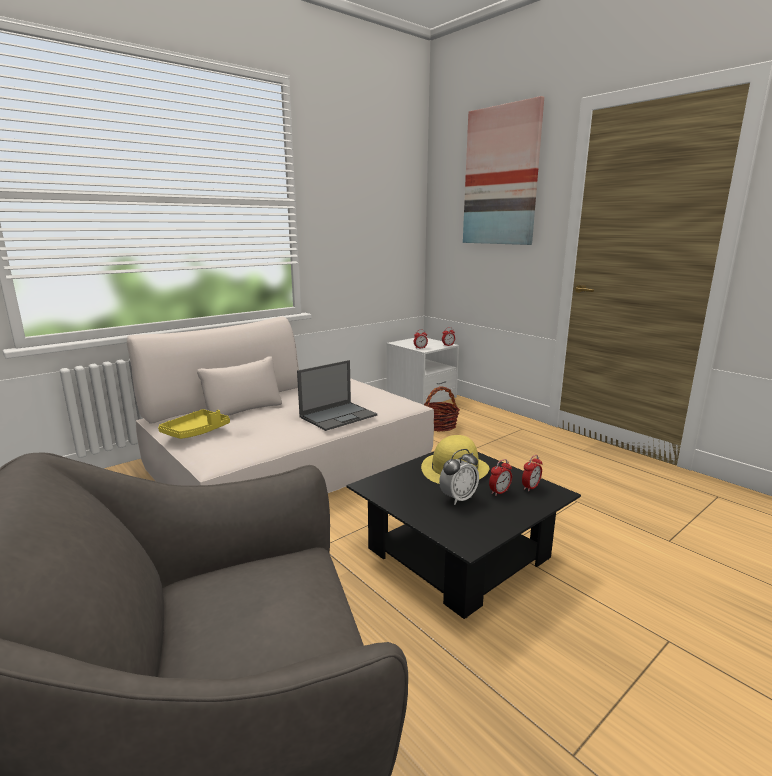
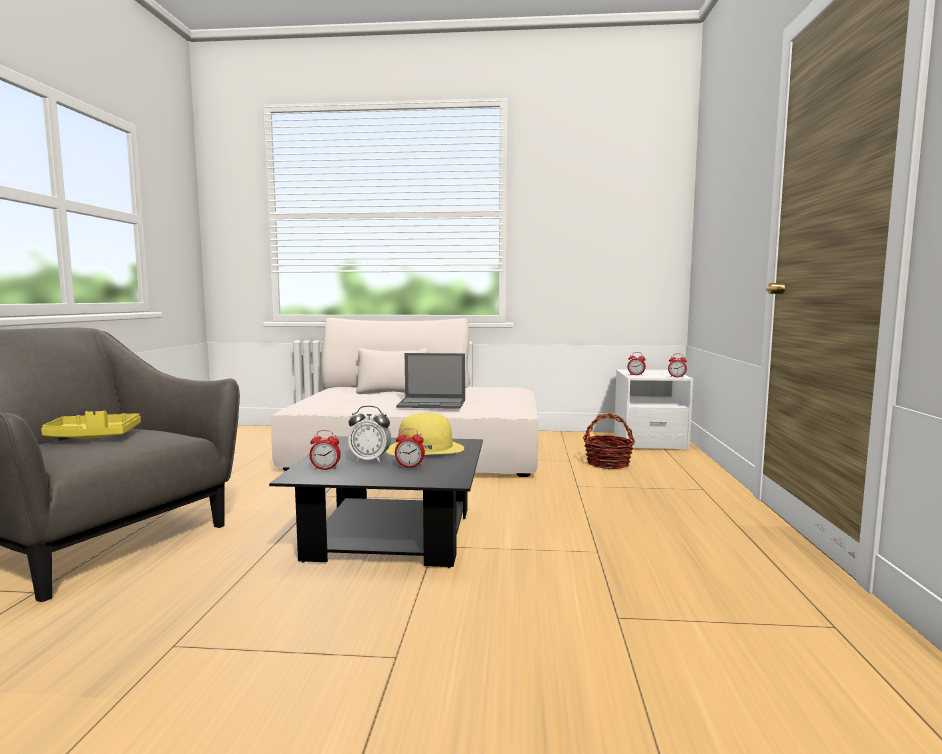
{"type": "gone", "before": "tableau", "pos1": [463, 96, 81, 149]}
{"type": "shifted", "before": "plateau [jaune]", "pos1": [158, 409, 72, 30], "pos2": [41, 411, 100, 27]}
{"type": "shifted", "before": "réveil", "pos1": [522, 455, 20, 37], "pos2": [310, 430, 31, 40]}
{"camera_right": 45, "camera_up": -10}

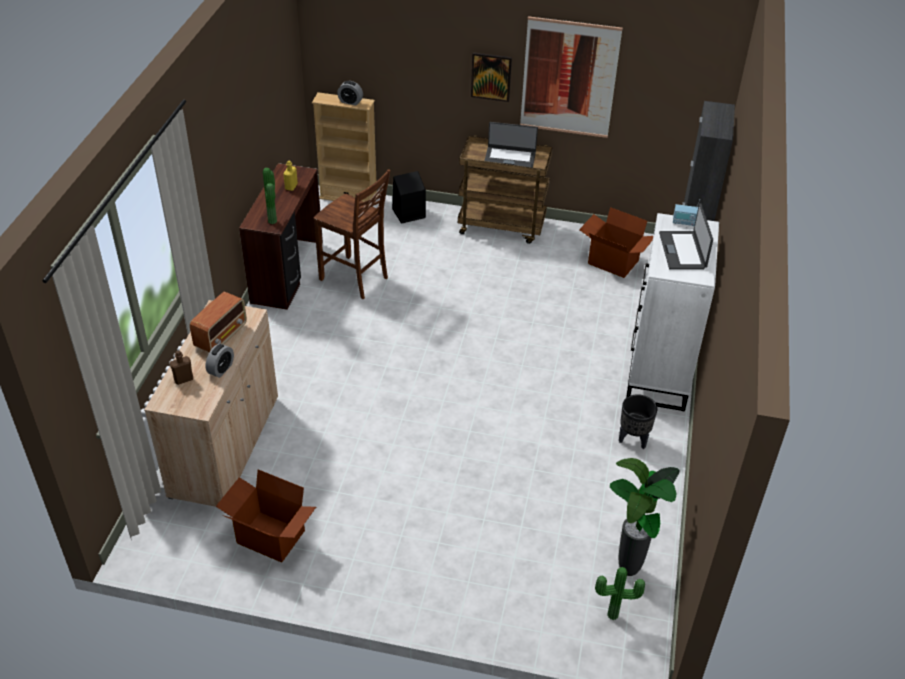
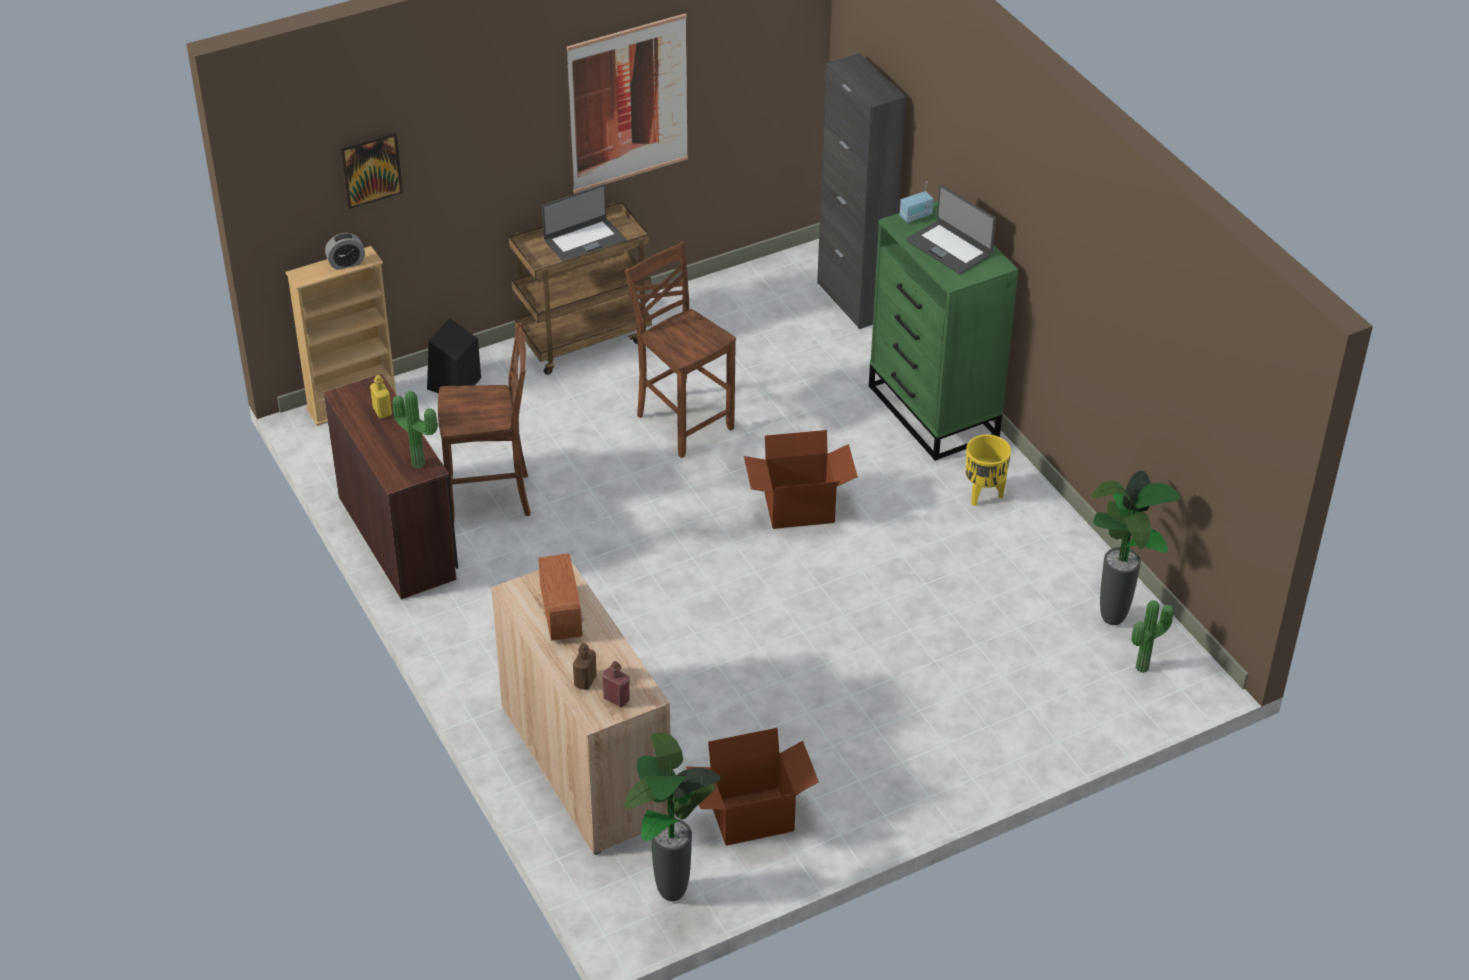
{"type": "gone", "before": "réveil", "pos1": [205, 344, 29, 34]}
{"type": "new", "after": "bouteille [rouge]", "pos2": [602, 661, 28, 46]}
{"type": "new", "after": "plante en pot", "pos2": [624, 733, 97, 168]}
{"type": "new", "after": "chaise [marron]", "pos2": [625, 241, 111, 217]}
{"type": "shifted", "before": "tableau", "pos1": [471, 52, 41, 50], "pos2": [340, 131, 63, 78]}
{"type": "shifted", "before": "carton", "pos1": [579, 207, 74, 71], "pos2": [744, 430, 114, 99]}
{"type": "repainted", "before": "cache-pot [noir]", "after": "cache-pot [jaune]", "pos1": [619, 394, 38, 55], "pos2": [966, 435, 45, 71]}
{"type": "repainted", "before": "commode [blanc]", "after": "commode [vert]", "pos1": [626, 213, 93, 199], "pos2": [869, 201, 150, 260]}
{"camera_right": -40, "camera_up": 0}

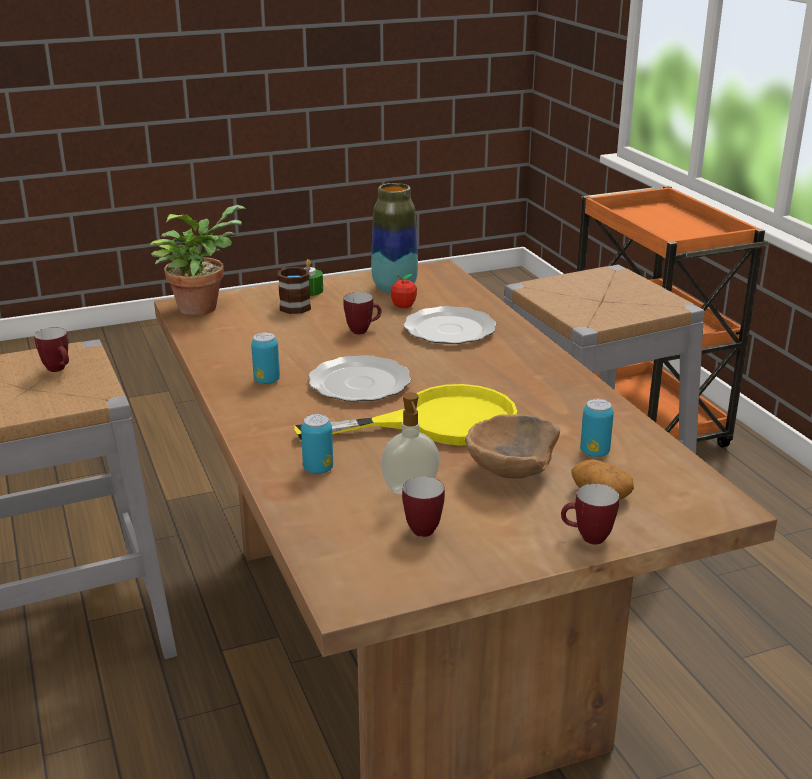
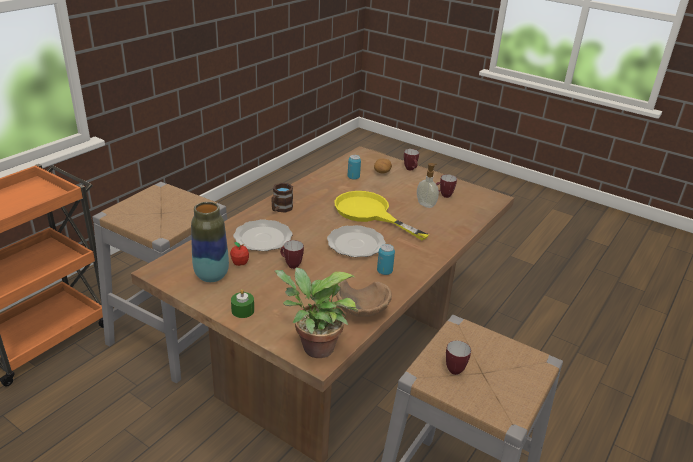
{"type": "gone", "before": "boîte métallique", "pos1": [301, 414, 32, 60]}
{"type": "shifted", "before": "mug [marron]", "pos1": [278, 267, 33, 47], "pos2": [271, 183, 22, 30]}
{"type": "shifted", "before": "bol [marron]", "pos1": [465, 414, 95, 64], "pos2": [336, 280, 56, 37]}
{"camera_right": -125, "camera_up": 5}

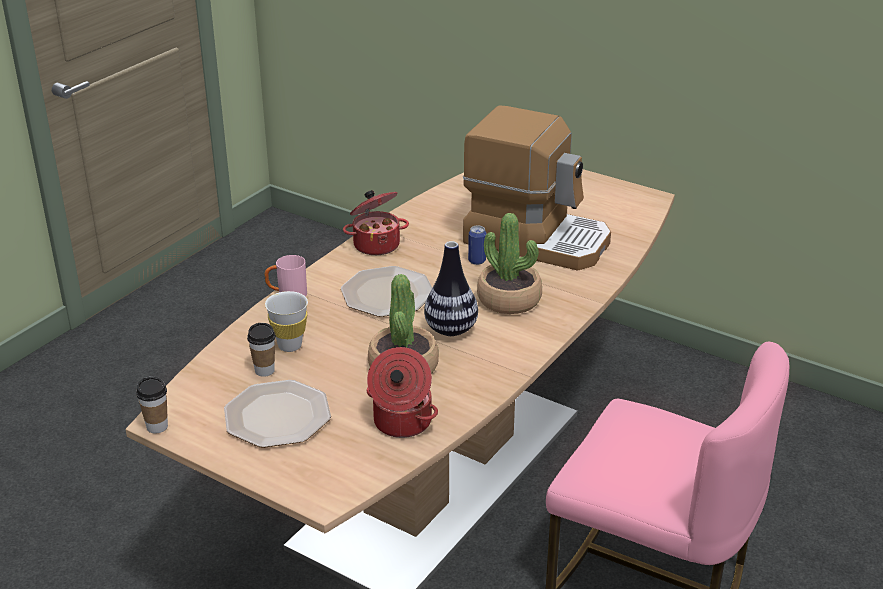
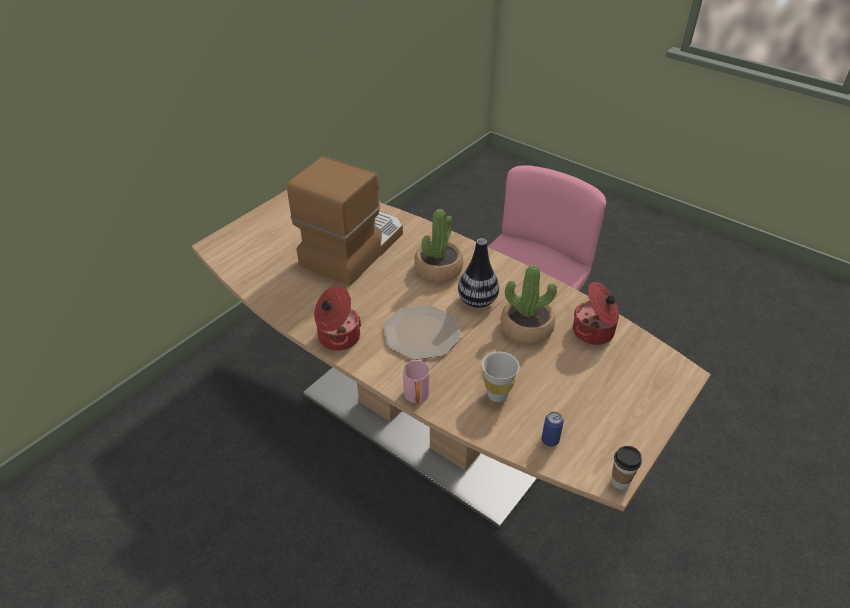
{"type": "gone", "before": "assiette", "pos1": [224, 380, 107, 68]}
{"type": "gone", "before": "tasse", "pos1": [247, 323, 29, 54]}
{"type": "shifted", "before": "boîte métallique", "pos1": [468, 225, 19, 40], "pos2": [542, 411, 22, 36]}
{"camera_right": -85, "camera_up": 10}

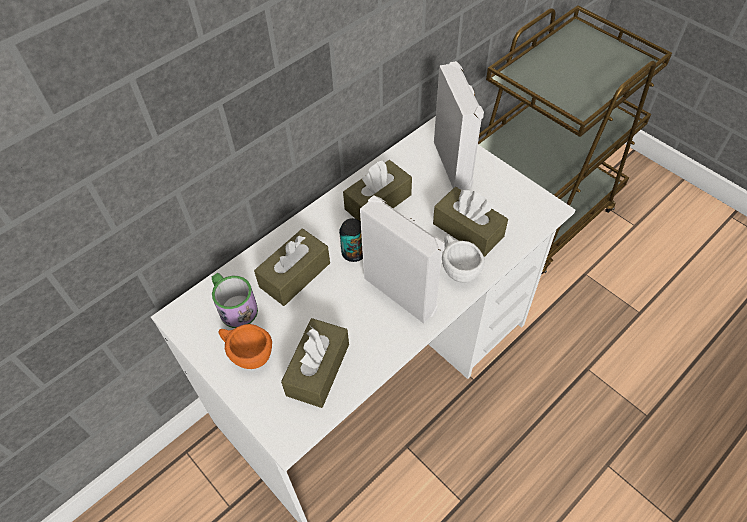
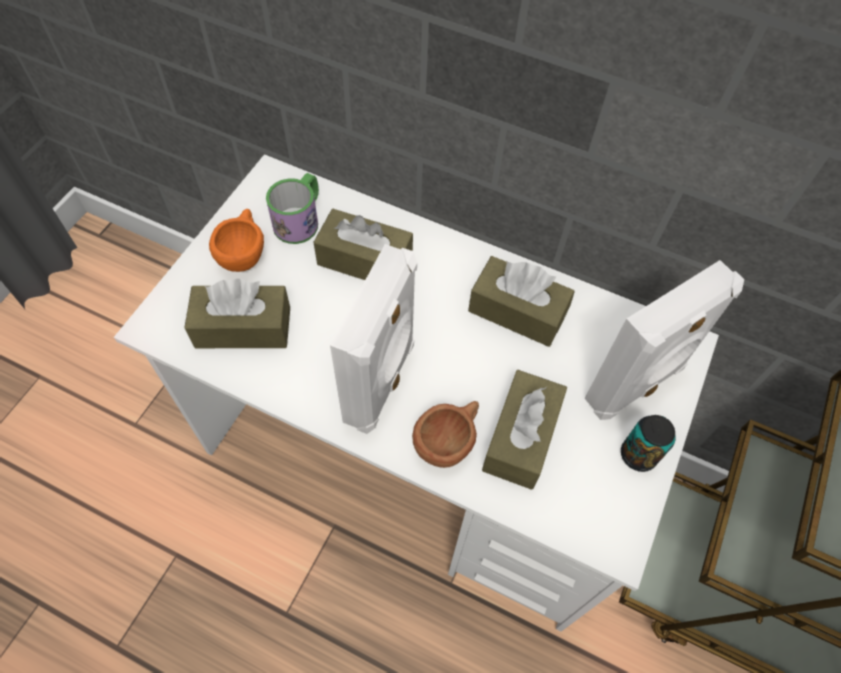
{"type": "shifted", "before": "boîte métallique", "pos1": [339, 218, 24, 44], "pos2": [621, 415, 55, 57]}
{"type": "repainted", "before": "tasse [blanc]", "after": "tasse [marron]", "pos1": [442, 235, 43, 48], "pos2": [412, 401, 67, 67]}
{"camera_right": 65, "camera_up": 5}

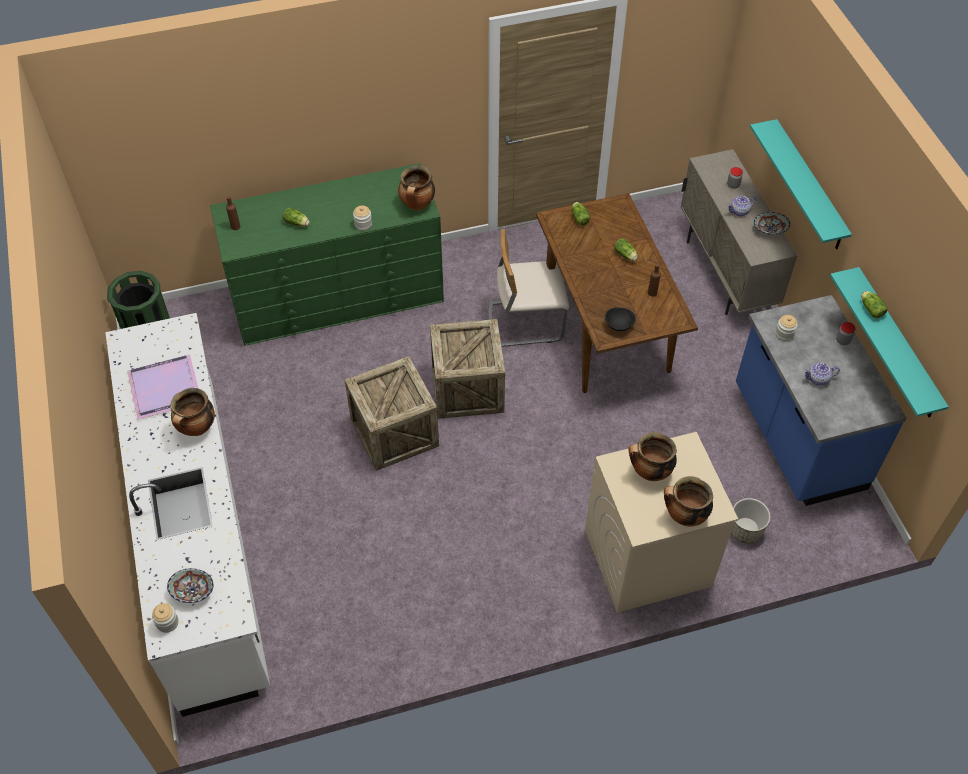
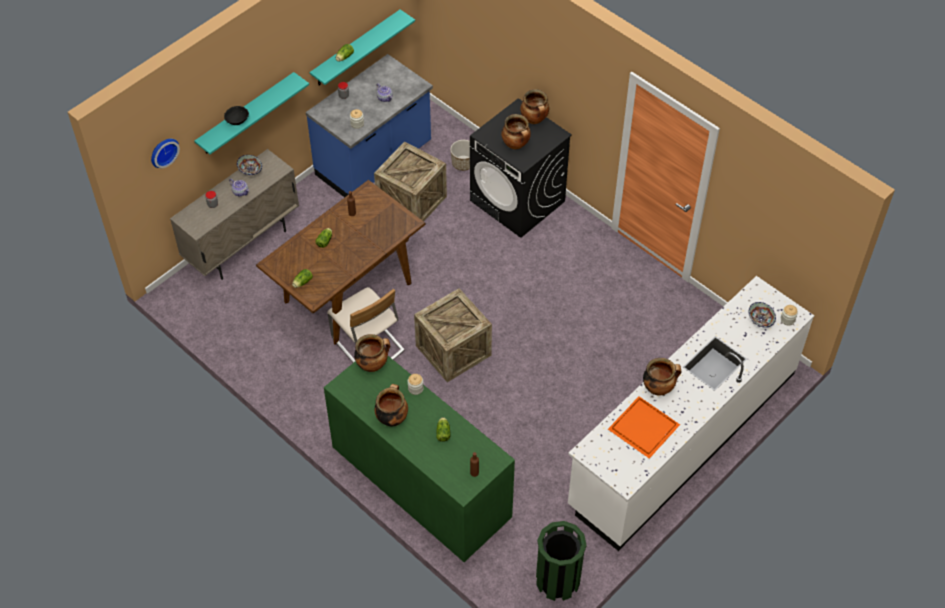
{"type": "new", "after": "horloge murale", "pos2": [151, 139, 29, 29]}
{"type": "new", "after": "marmite", "pos2": [375, 384, 33, 42]}
{"type": "shifted", "before": "caisse", "pos1": [345, 356, 94, 115], "pos2": [374, 142, 73, 79]}
{"type": "shifted", "before": "bol [noir]", "pos1": [605, 307, 31, 24], "pos2": [224, 106, 25, 19]}
{"type": "repainted", "before": "plateau [violet]", "after": "plateau [orange]", "pos1": [127, 354, 72, 66], "pos2": [608, 396, 72, 63]}
{"type": "repainted", "before": "lave-linge [beige]", "after": "lave-linge [noir]", "pos1": [585, 432, 153, 181], "pos2": [470, 98, 102, 140]}
{"camera_right": -120, "camera_up": 0}

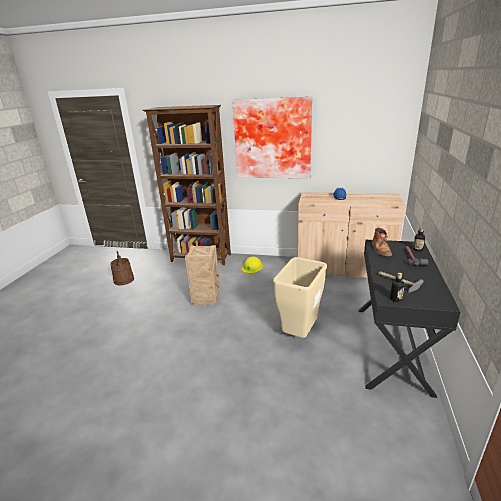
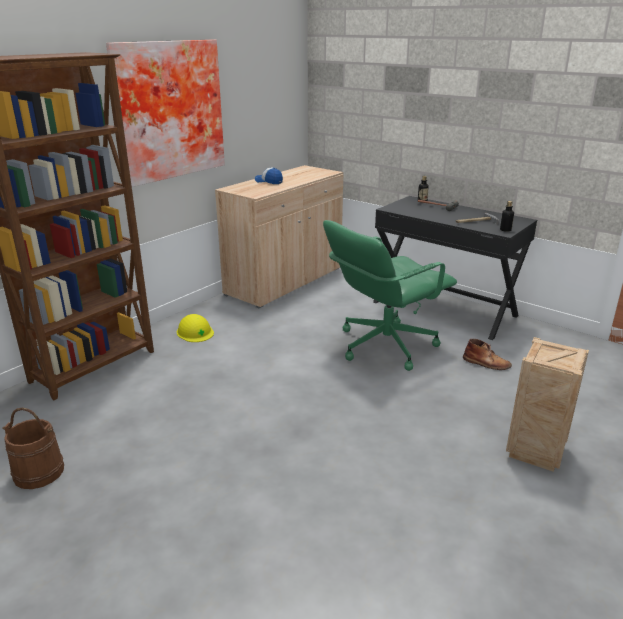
{"type": "shifted", "before": "caisse", "pos1": [185, 245, 35, 61], "pos2": [506, 337, 83, 135]}
{"type": "shifted", "before": "botte [marron]", "pos1": [372, 228, 20, 29], "pos2": [463, 339, 49, 31]}
{"type": "swapped", "before": "poubelle [beige]", "after": "chaise de bureau [vert]", "pos1": [273, 257, 54, 81], "pos2": [323, 220, 134, 151]}
{"camera_right": -65, "camera_up": 0}

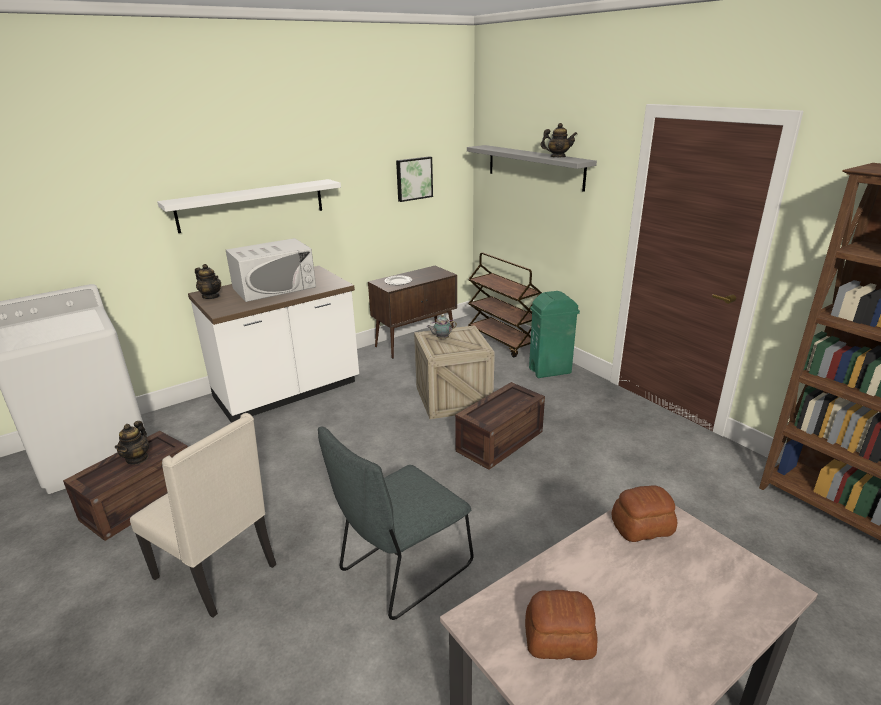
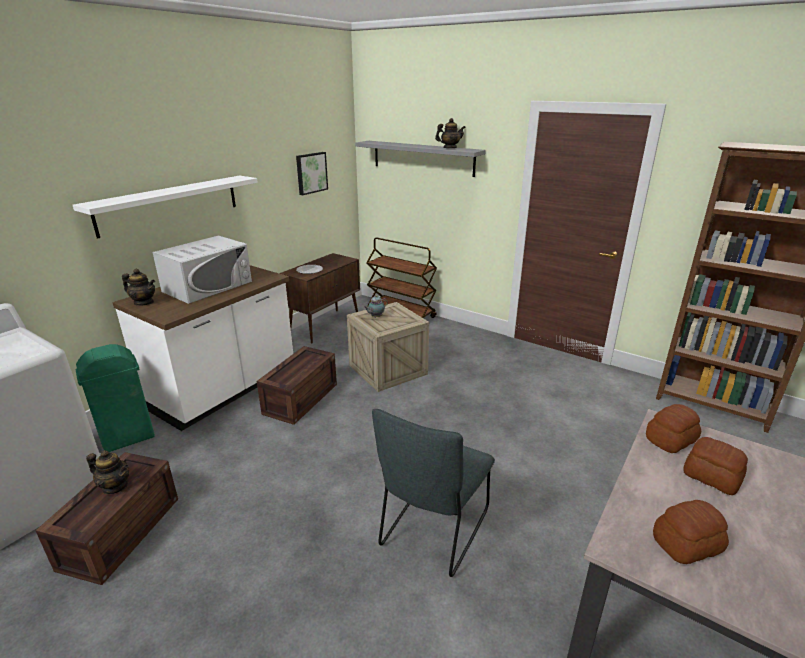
{"type": "gone", "before": "chaise [beige]", "pos1": [130, 413, 146, 205]}
{"type": "new", "after": "pain", "pos2": [683, 437, 65, 58]}
{"type": "shifted", "before": "caisse", "pos1": [455, 382, 90, 88], "pos2": [257, 346, 80, 79]}
{"type": "shifted", "before": "poubelle [vert]", "pos1": [529, 291, 51, 87], "pos2": [75, 344, 80, 108]}
{"type": "rotated", "before": "théière", "pos1": [115, 421, 34, 44], "pos2": [86, 450, 43, 44], "turn": -60}
{"camera_right": -20, "camera_up": 0}

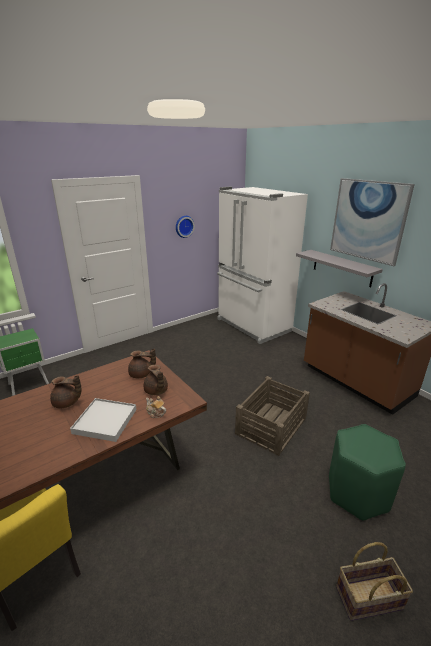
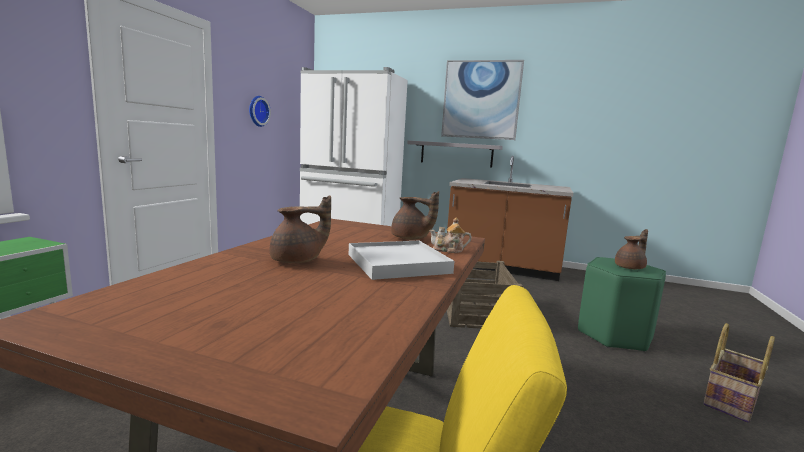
{"type": "shifted", "before": "théière [marron]", "pos1": [128, 348, 28, 30], "pos2": [615, 229, 33, 40]}
{"camera_right": -35, "camera_up": -15}

